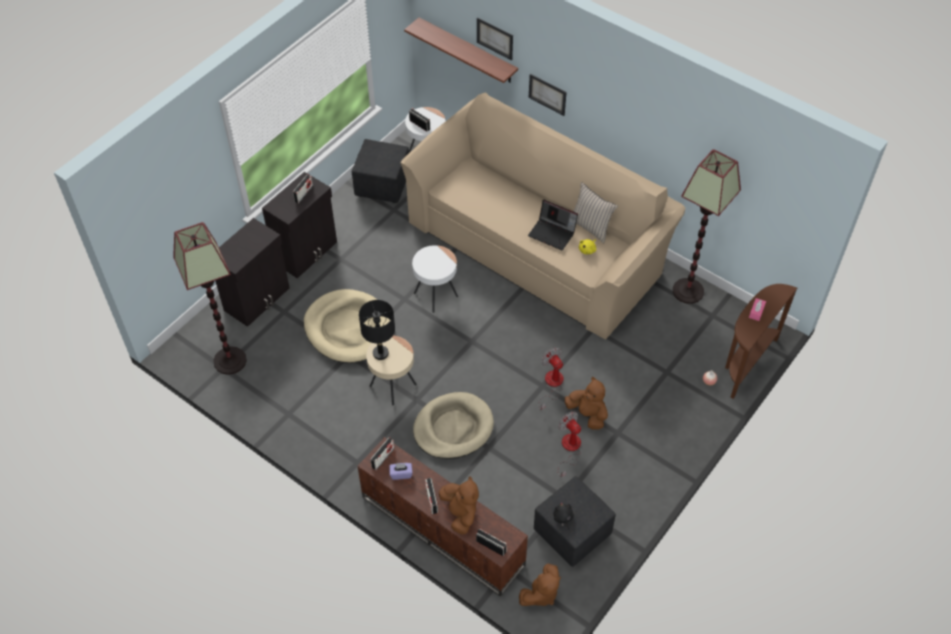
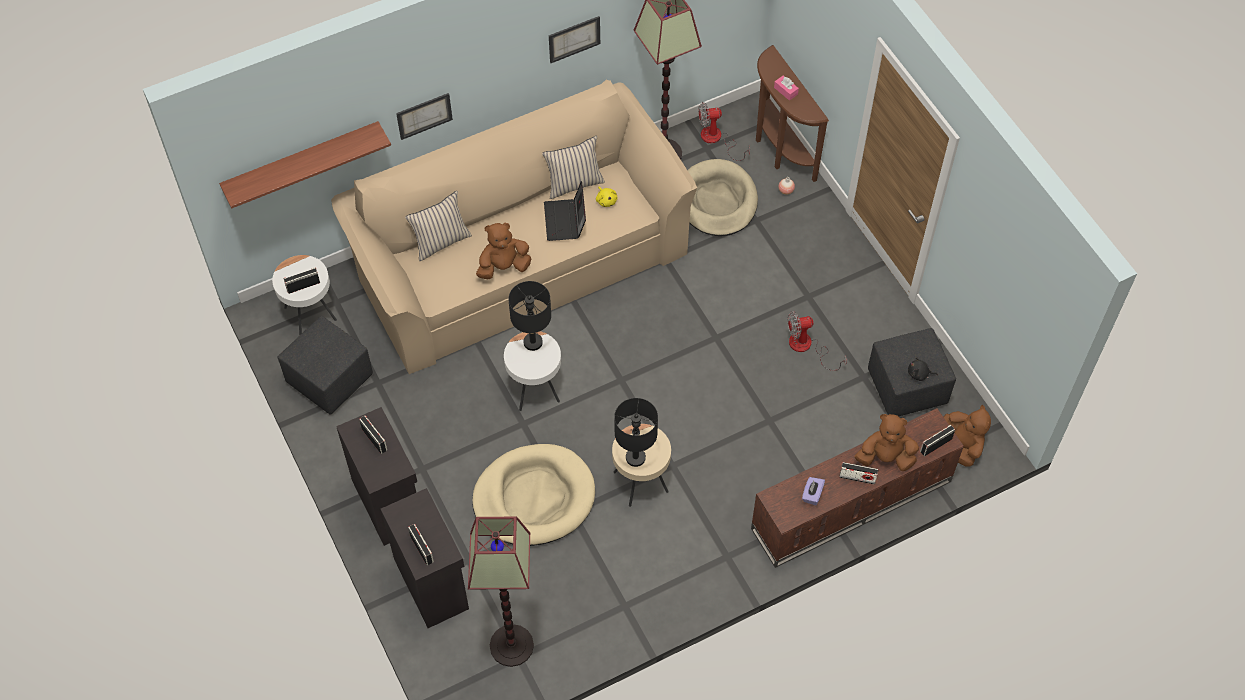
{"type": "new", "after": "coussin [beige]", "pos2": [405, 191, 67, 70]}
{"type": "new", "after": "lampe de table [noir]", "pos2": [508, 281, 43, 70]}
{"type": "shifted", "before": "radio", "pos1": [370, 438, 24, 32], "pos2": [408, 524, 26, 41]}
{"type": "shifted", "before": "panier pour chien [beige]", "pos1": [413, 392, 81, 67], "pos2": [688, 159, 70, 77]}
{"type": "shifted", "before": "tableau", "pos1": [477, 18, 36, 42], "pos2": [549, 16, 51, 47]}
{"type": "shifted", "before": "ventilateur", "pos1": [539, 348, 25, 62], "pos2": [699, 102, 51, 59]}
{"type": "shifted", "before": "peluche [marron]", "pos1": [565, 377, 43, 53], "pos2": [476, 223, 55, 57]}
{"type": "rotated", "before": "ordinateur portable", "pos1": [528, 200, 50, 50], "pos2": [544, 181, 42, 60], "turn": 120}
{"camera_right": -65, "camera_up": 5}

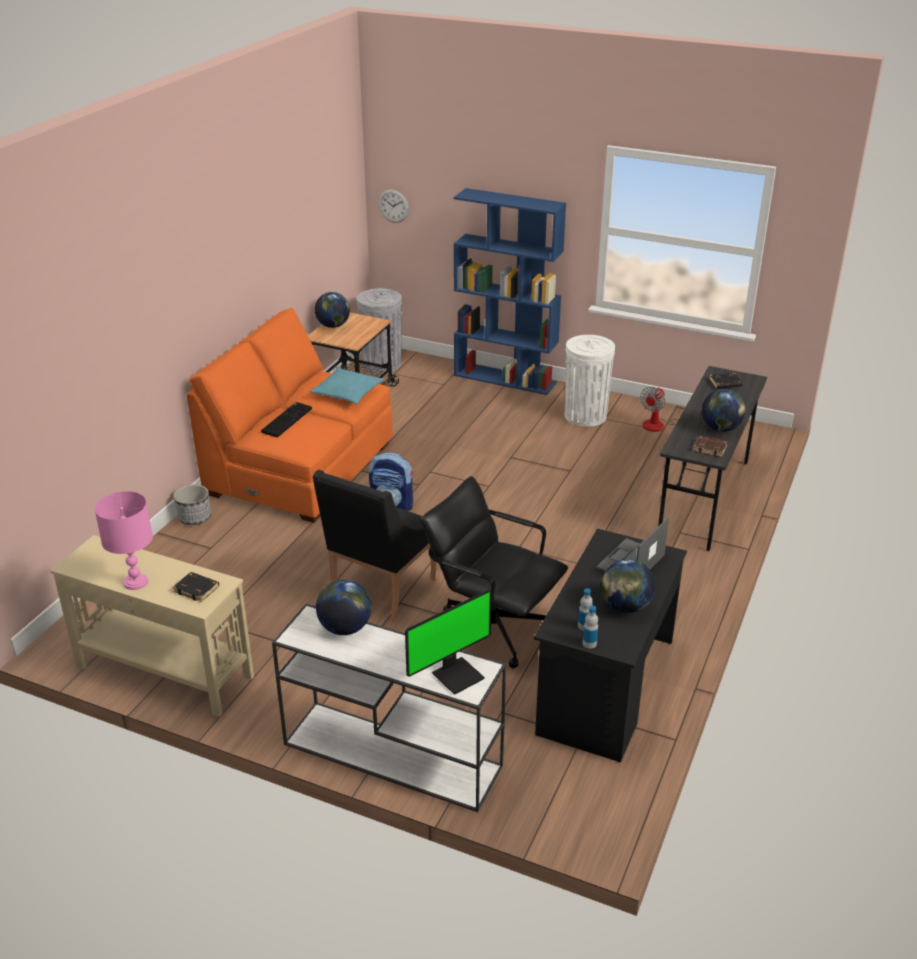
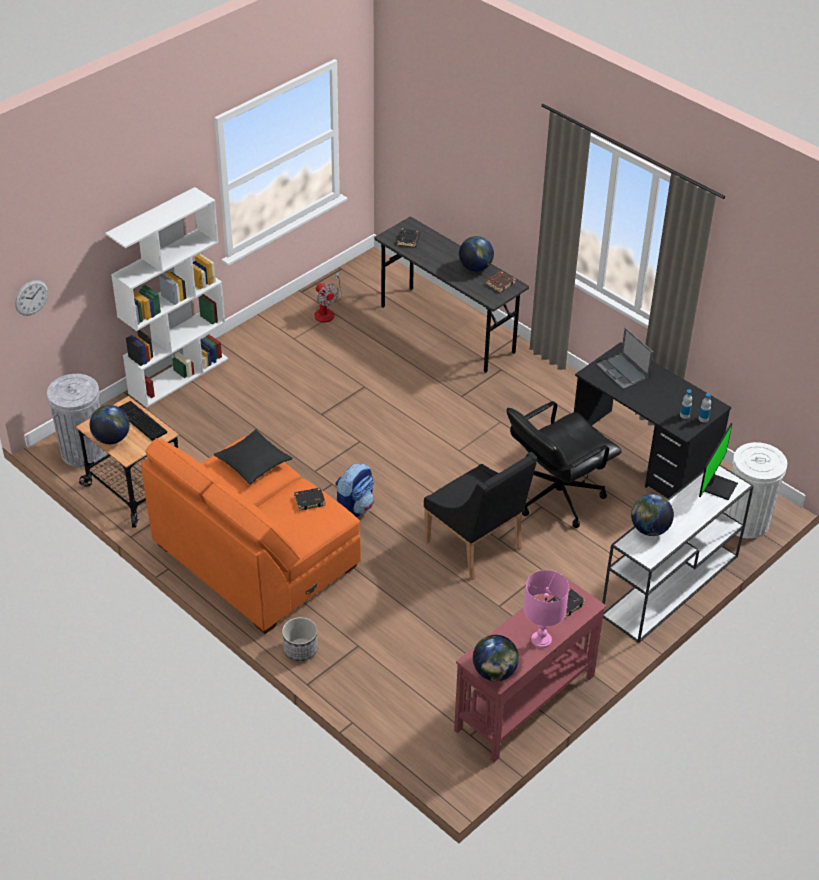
{"type": "new", "after": "livre [noir]", "pos2": [294, 487, 32, 24]}
{"type": "shifted", "before": "clavier", "pos1": [261, 402, 51, 36], "pos2": [119, 401, 48, 40]}
{"type": "shifted", "before": "poubelle [blanc]", "pos1": [565, 335, 50, 92], "pos2": [724, 442, 63, 97]}
{"type": "shifted", "before": "globe", "pos1": [601, 559, 54, 54], "pos2": [473, 635, 46, 46]}
{"type": "repainted", "before": "table console [beige]", "after": "table console [rouge]", "pos1": [50, 535, 204, 182], "pos2": [454, 576, 152, 187]}
{"type": "repainted", "before": "coussin [turquoise]", "after": "coussin [noir]", "pos1": [310, 368, 74, 36], "pos2": [214, 429, 79, 55]}
{"type": "repainted", "before": "bibliothèque [bleu]", "after": "bibliothèque [blanc]", "pos1": [454, 188, 112, 207], "pos2": [105, 187, 123, 221]}
{"type": "rotated", "before": "écran d'ordinateur", "pos1": [405, 589, 87, 106], "pos2": [699, 423, 39, 77], "turn": 45}
{"camera_right": -70, "camera_up": 10}

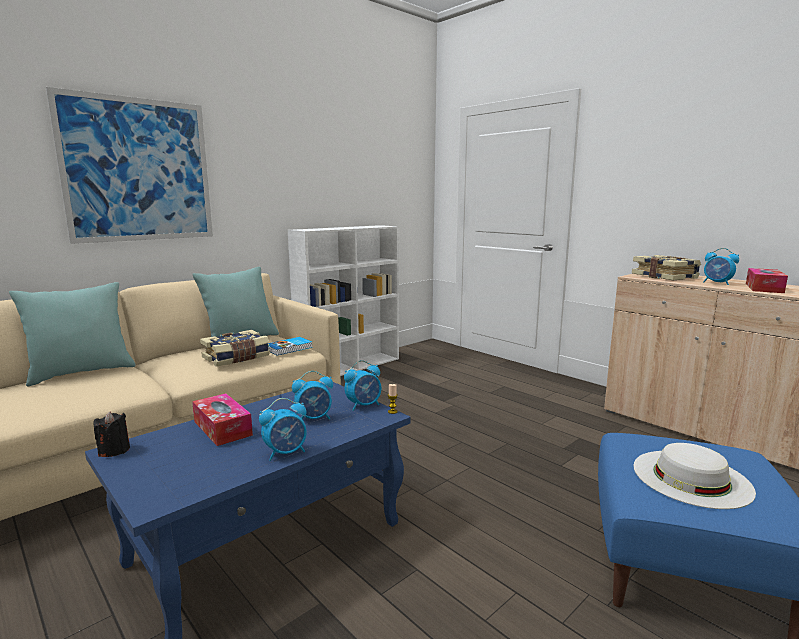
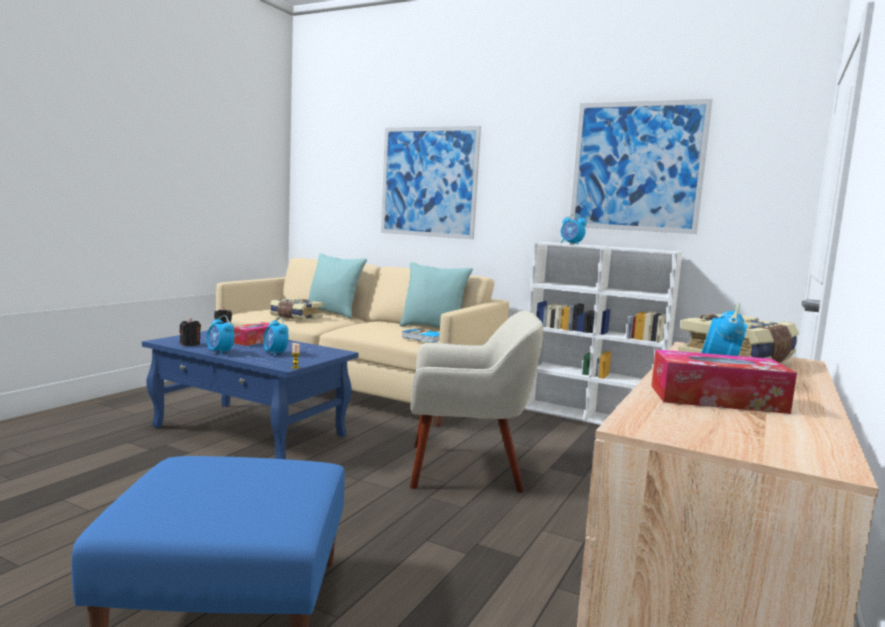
{"type": "gone", "before": "chapeau [blanc]", "pos1": [633, 443, 123, 66]}
{"type": "new", "after": "bougie [noir]", "pos2": [180, 318, 21, 28]}
{"type": "new", "after": "fauteuil [beige]", "pos2": [410, 311, 134, 181]}
{"type": "new", "after": "tableau", "pos2": [570, 99, 143, 135]}
{"type": "shifted", "before": "livre", "pos1": [200, 330, 70, 37], "pos2": [270, 298, 53, 22]}
{"type": "shifted", "before": "réveil", "pos1": [344, 360, 37, 51], "pos2": [561, 214, 26, 31]}
{"camera_right": 70, "camera_up": -5}

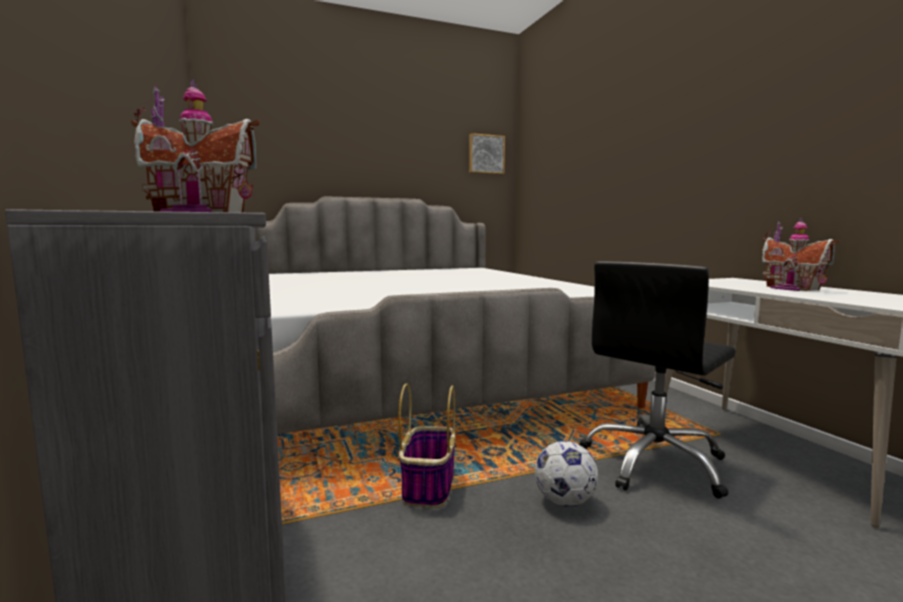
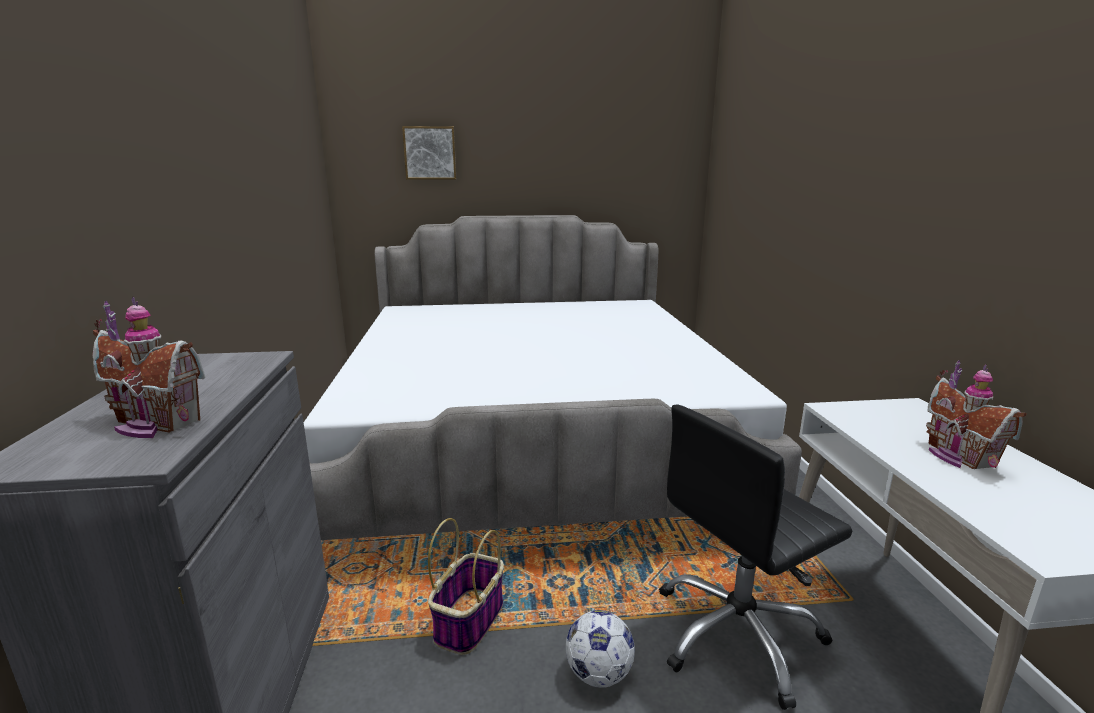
{"type": "shifted", "before": "tableau", "pos1": [469, 133, 36, 41], "pos2": [402, 126, 54, 54]}
{"camera_right": 15, "camera_up": 10}

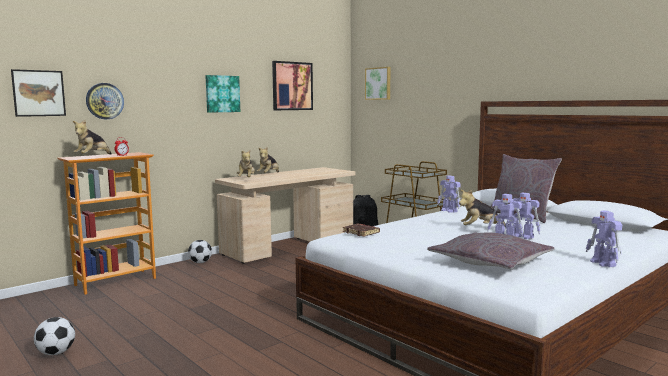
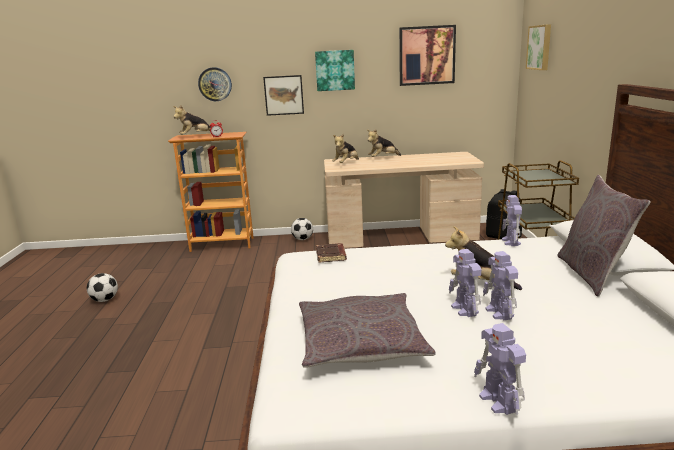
{"type": "shifted", "before": "tableau", "pos1": [11, 69, 55, 48], "pos2": [263, 75, 41, 41]}
{"type": "rotated", "before": "robot jouet", "pos1": [586, 210, 36, 57], "pos2": [474, 323, 52, 92], "turn": -45}
{"camera_right": 40, "camera_up": 10}

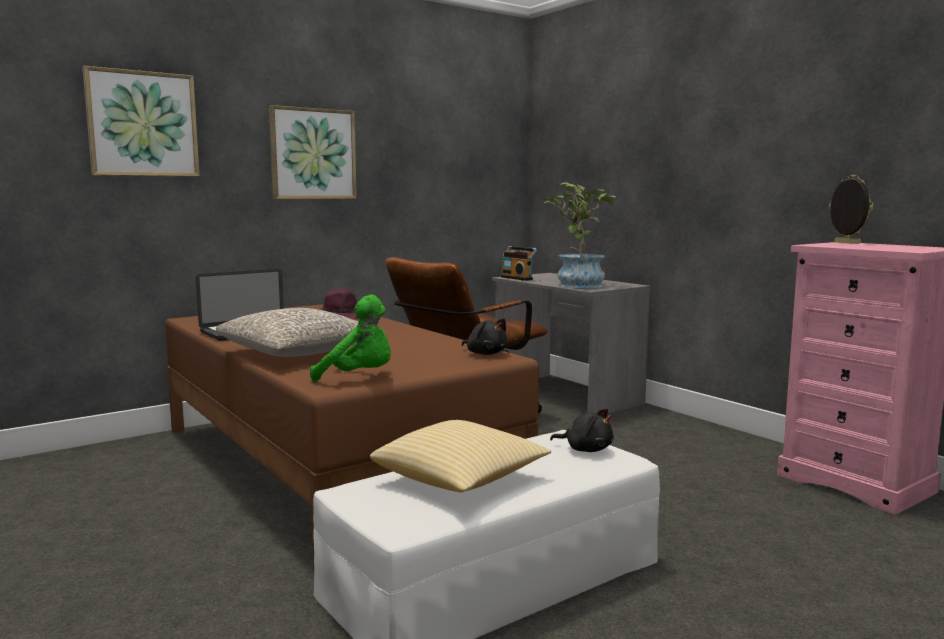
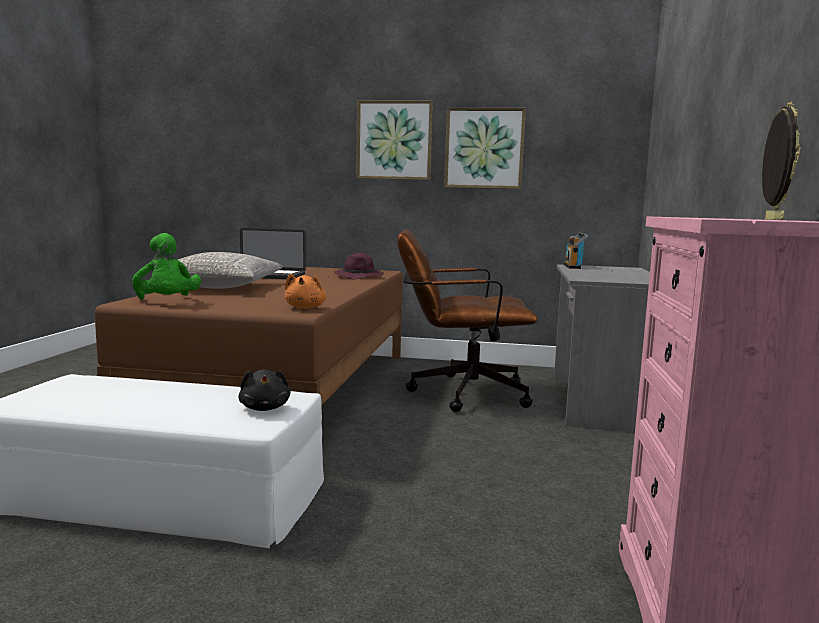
{"type": "gone", "before": "coussin", "pos1": [370, 420, 181, 72]}
{"type": "gone", "before": "plante en pot", "pos1": [541, 182, 75, 106]}
{"type": "shifted", "before": "tableau", "pos1": [82, 66, 118, 111], "pos2": [444, 108, 82, 81]}
{"type": "repainted", "before": "peluche [noir]", "after": "peluche [orange]", "pos1": [462, 319, 46, 36], "pos2": [285, 274, 41, 35]}
{"camera_right": 45, "camera_up": 0}

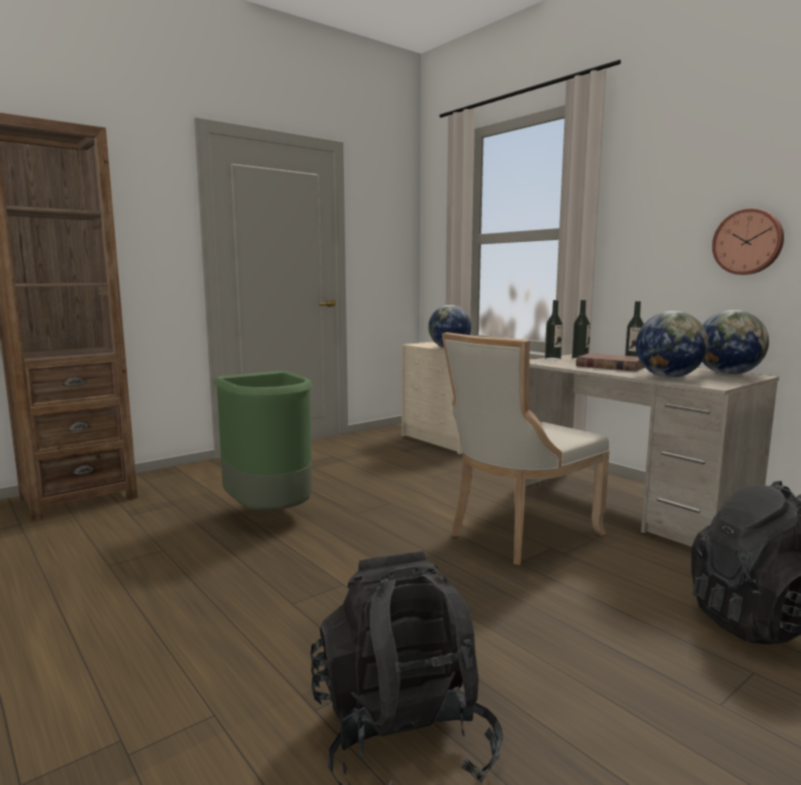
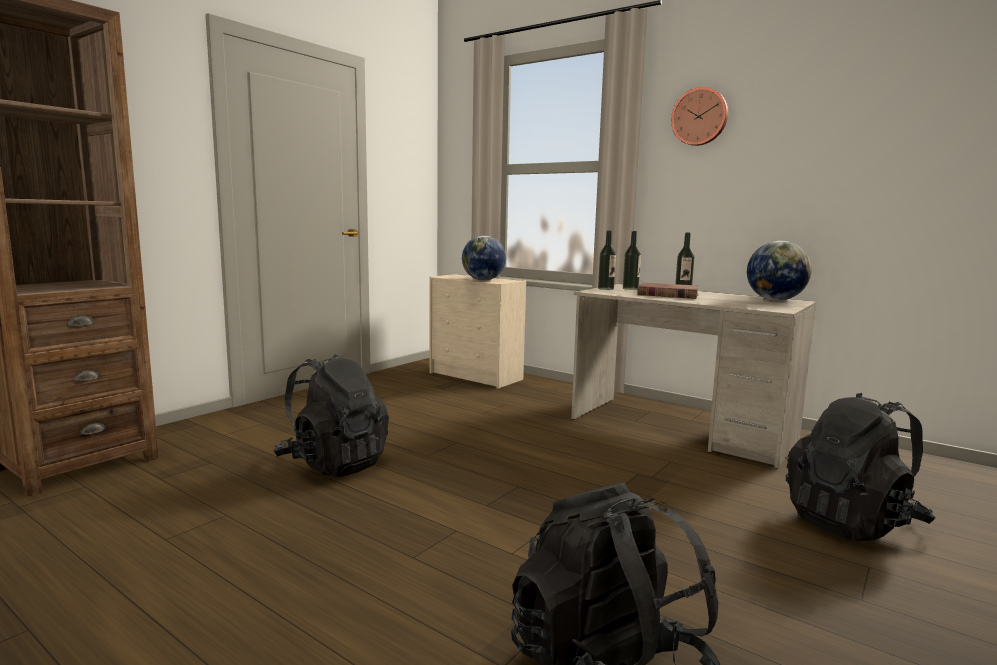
{"type": "gone", "before": "chaise [beige]", "pos1": [442, 332, 168, 233]}
{"type": "gone", "before": "globe", "pos1": [636, 311, 72, 67]}
{"type": "shifted", "before": "horloge murale", "pos1": [712, 208, 72, 67], "pos2": [671, 87, 57, 59]}
{"type": "swapped", "before": "poubelle [vert]", "after": "sac à dos [noir]", "pos1": [214, 371, 99, 139], "pos2": [274, 355, 115, 122]}
{"camera_right": -15, "camera_up": 0}

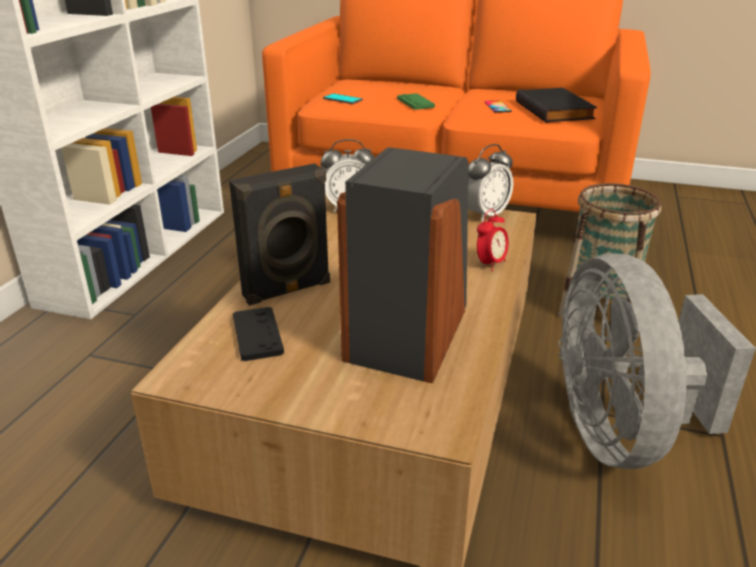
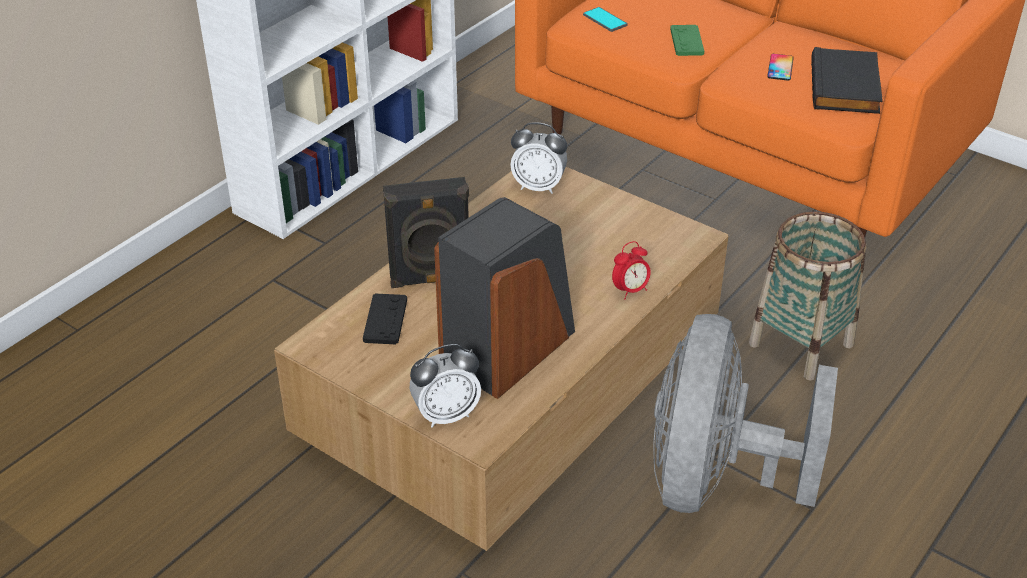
{"type": "shifted", "before": "réveil", "pos1": [468, 144, 45, 78], "pos2": [409, 344, 72, 84]}
{"camera_right": 20, "camera_up": 10}

